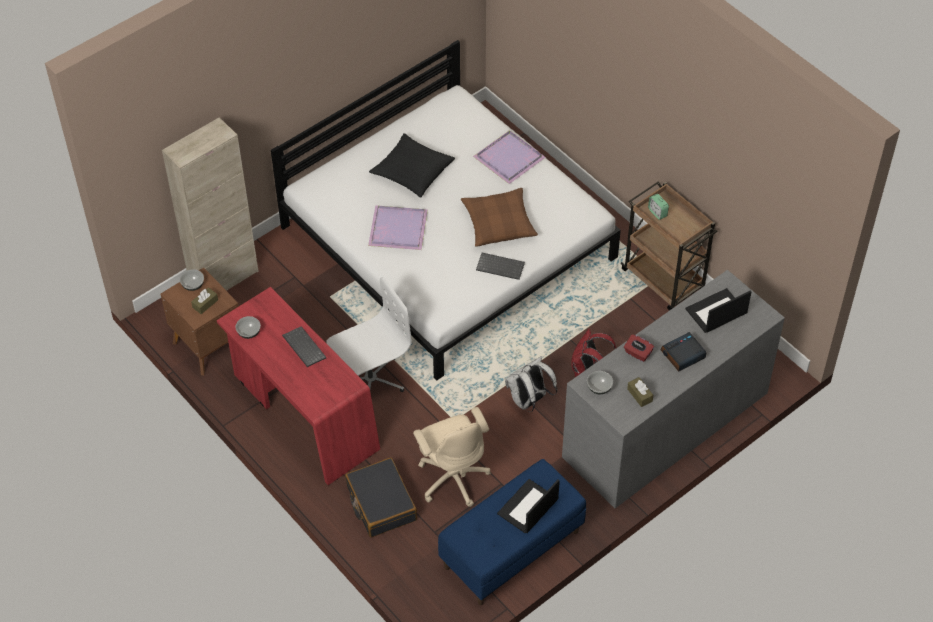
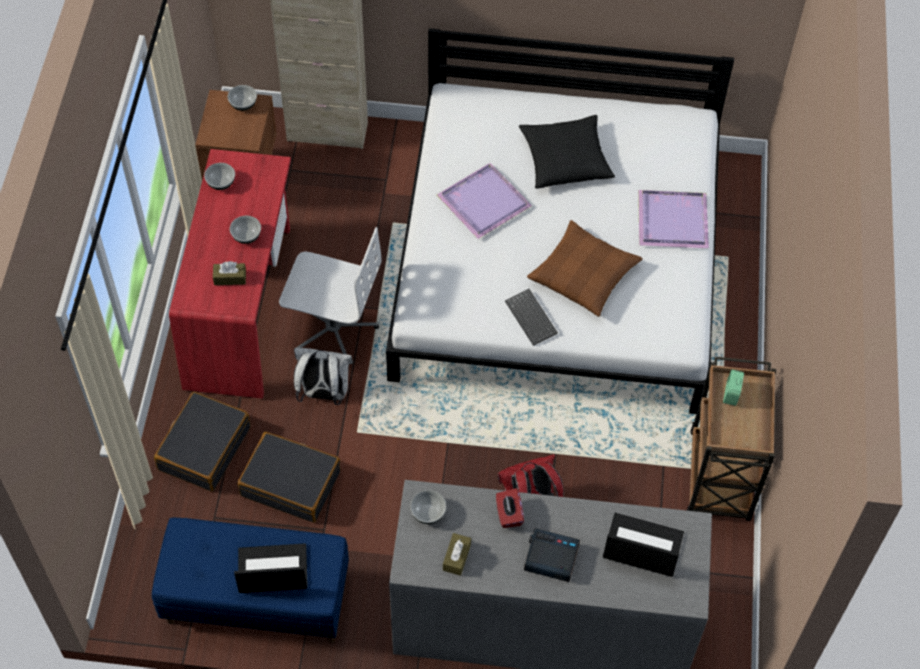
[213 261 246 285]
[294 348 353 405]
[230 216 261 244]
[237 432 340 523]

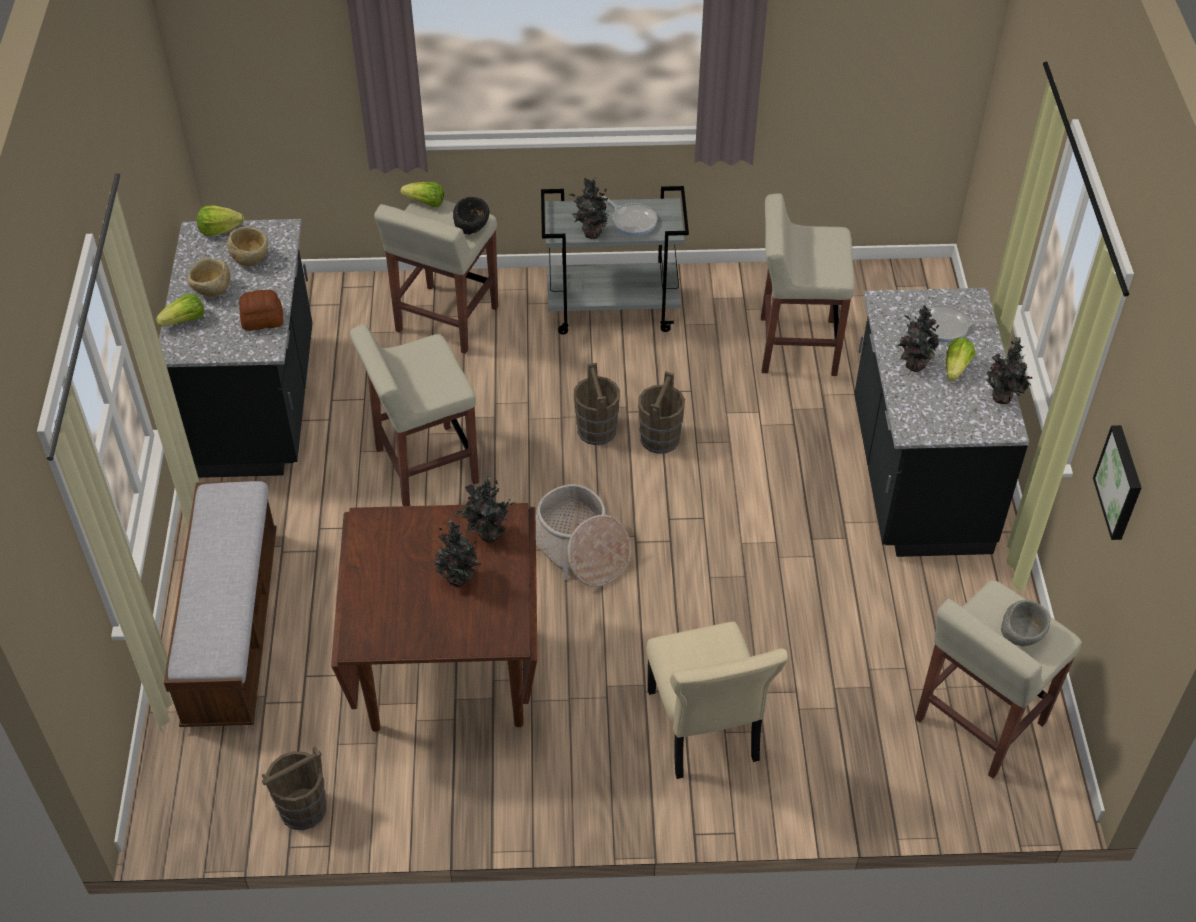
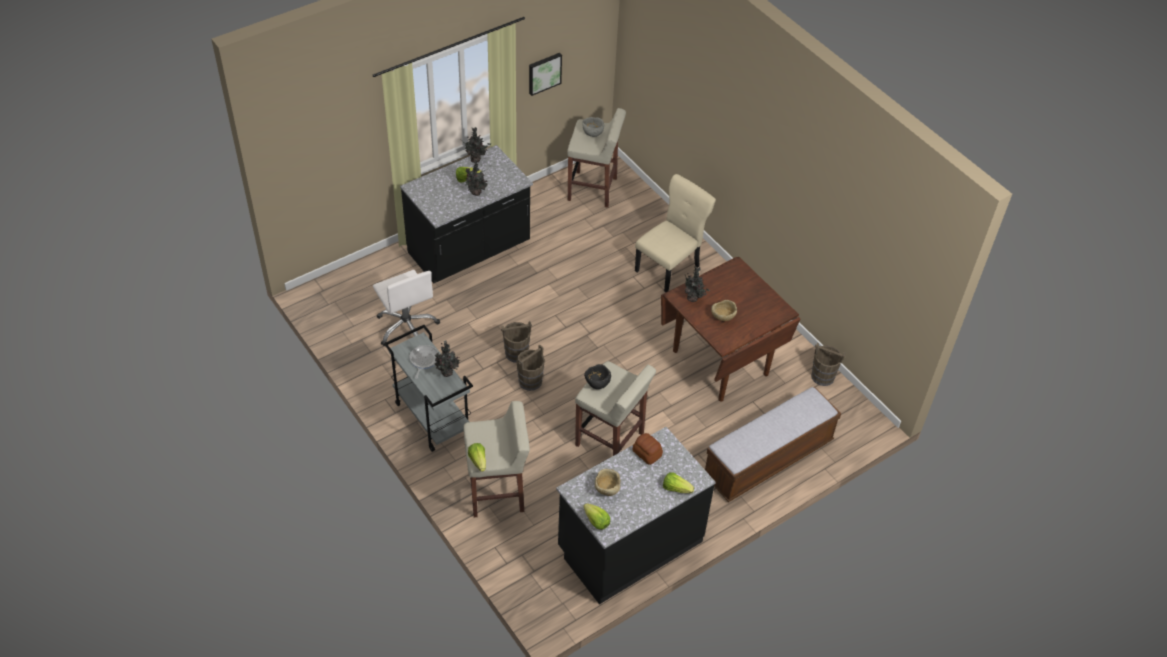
[434 519 481 587] (first image)
[536 484 631 587] (first image)
[920 305 995 342] (first image)
[711 300 737 321]
[584 364 611 389]
[373 270 440 346]

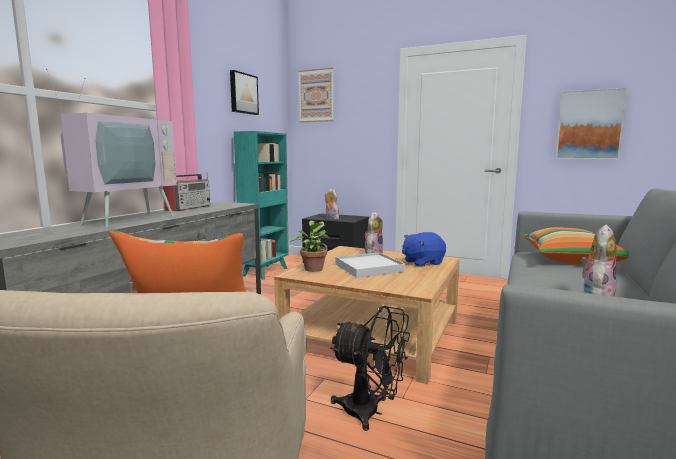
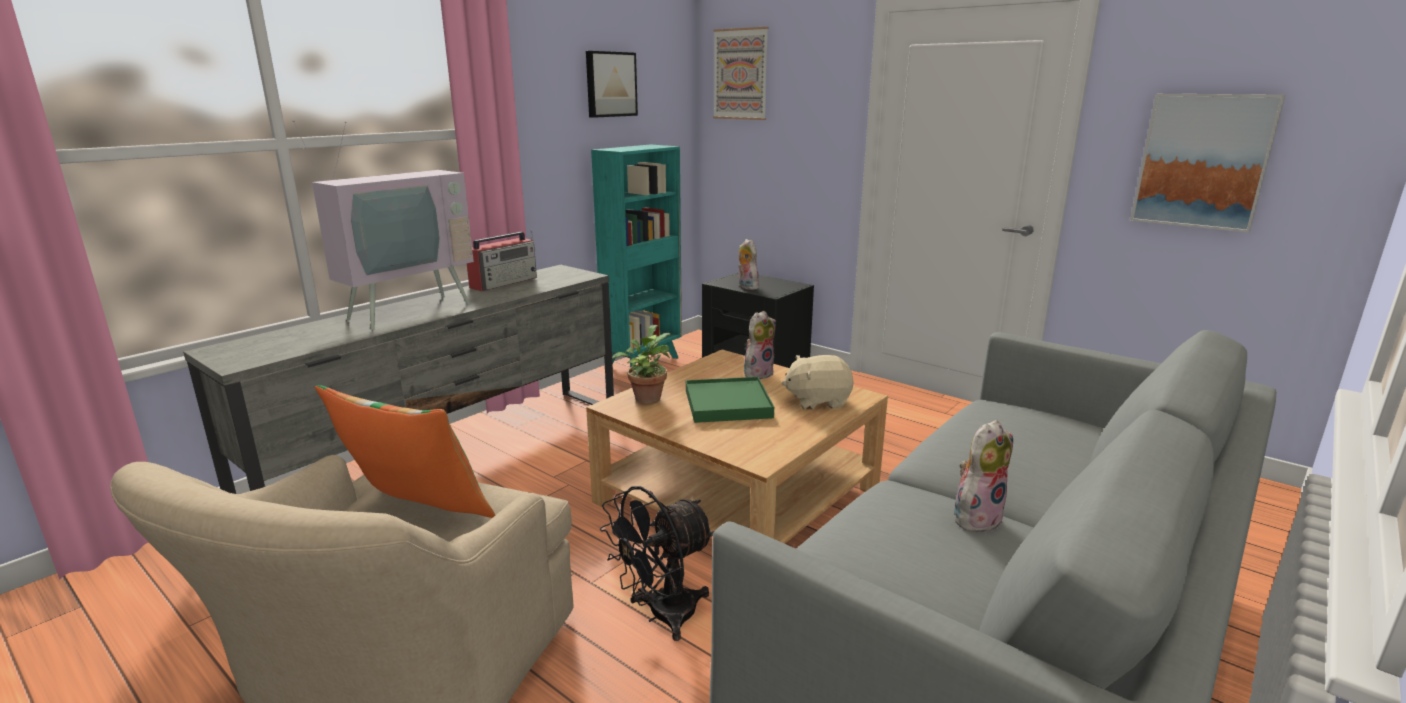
[523 227 629 264] (first image)
[686 377 774 423]
[782 355 854 410]
[600 486 714 641]

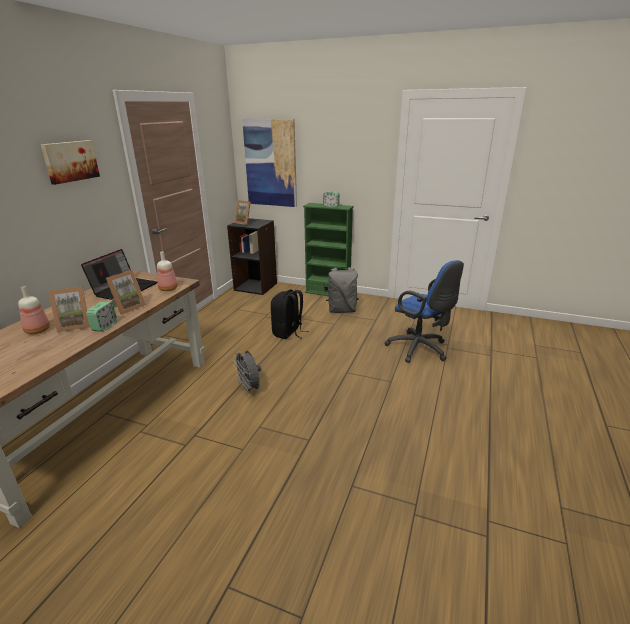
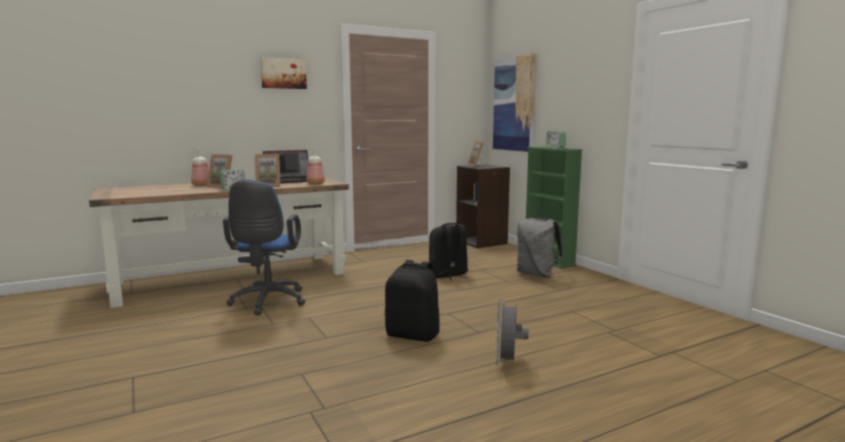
[384 260 440 342]
[496 299 529 366]
[223 179 306 315]

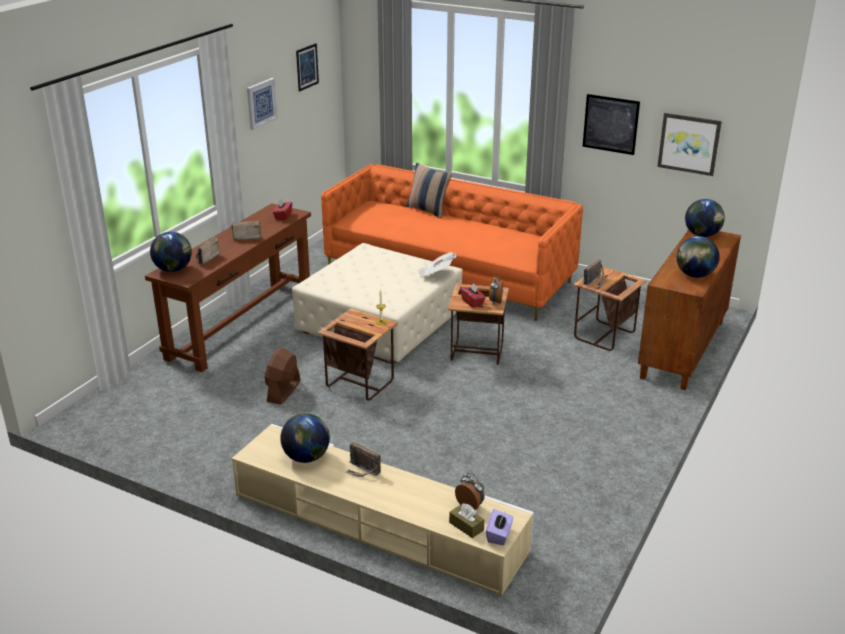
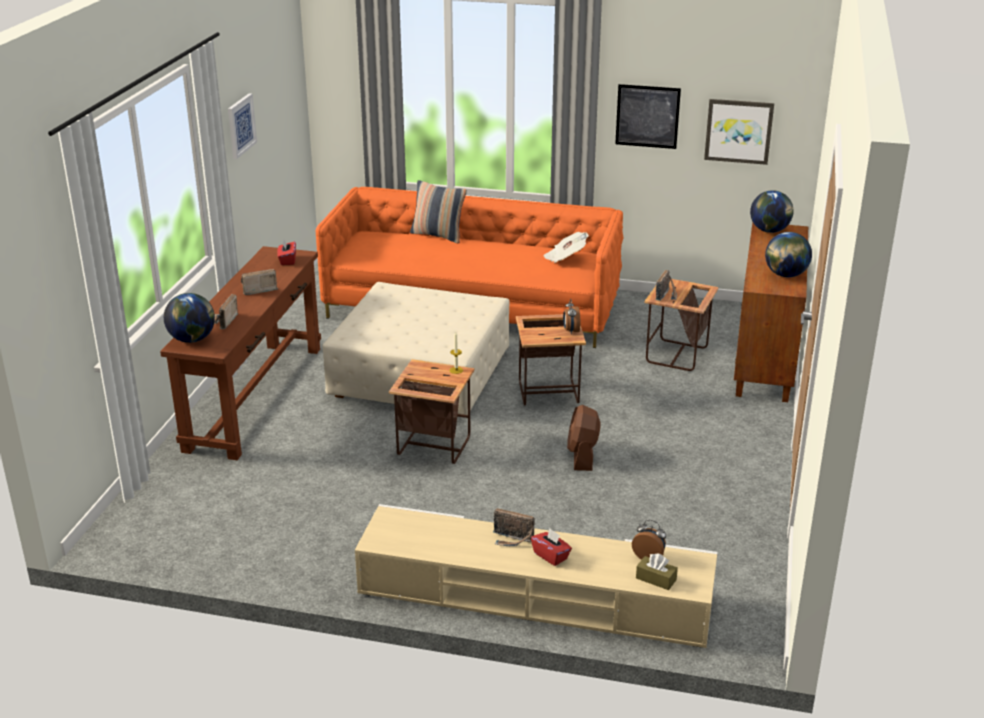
[280 413 330 463] (first image)
[296 43 319 92] (first image)
[486 509 513 545] (first image)
[567 405 601 471]
[543 232 589 263]
[531 528 572 566]

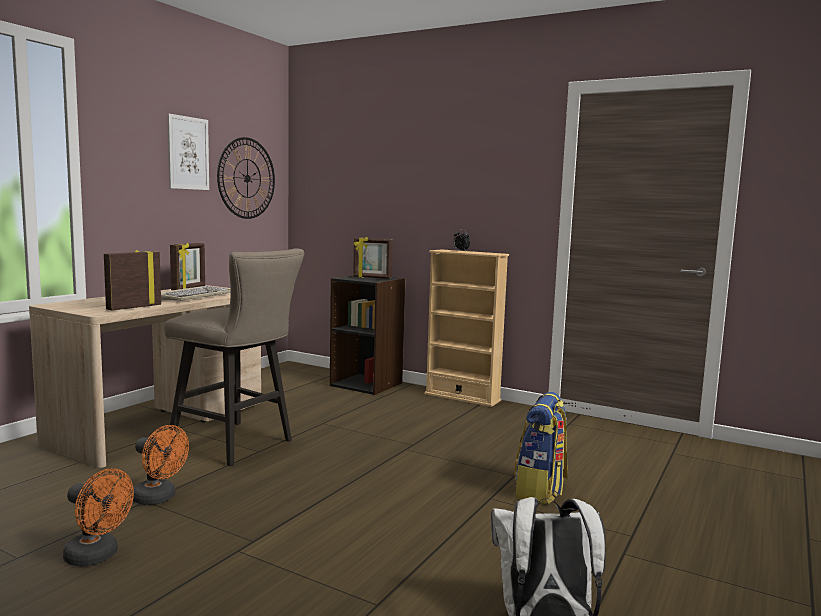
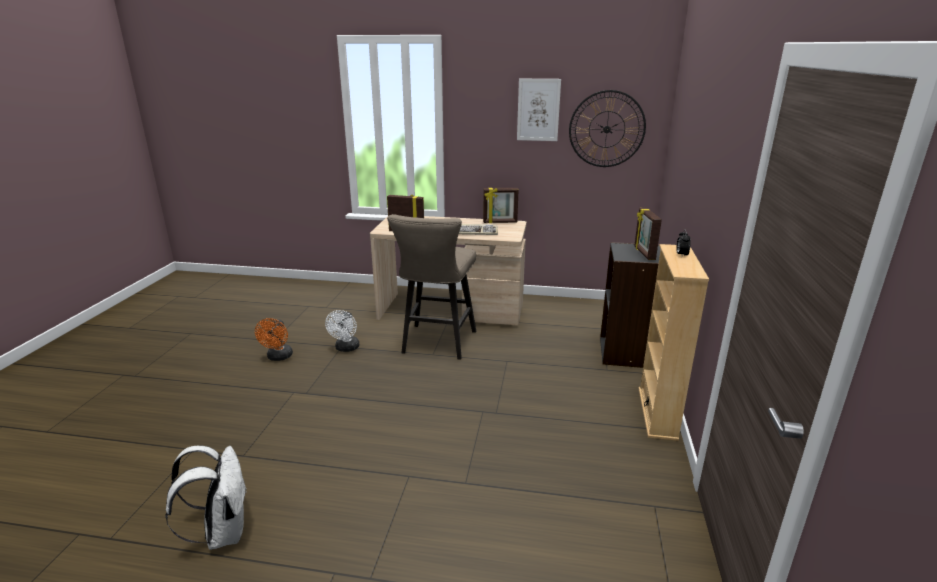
[514 392 568 504] (first image)
[325 310 359 352]

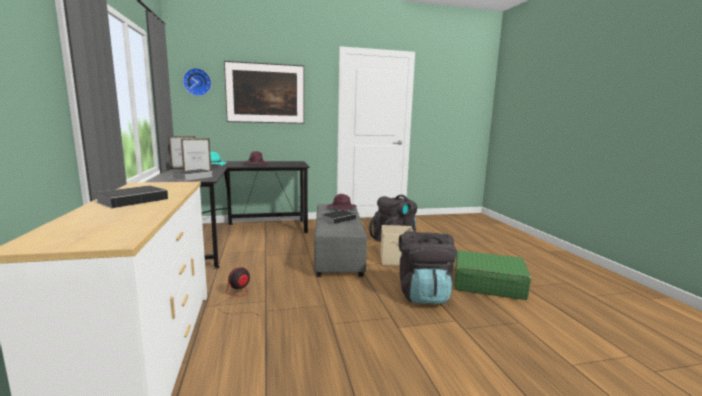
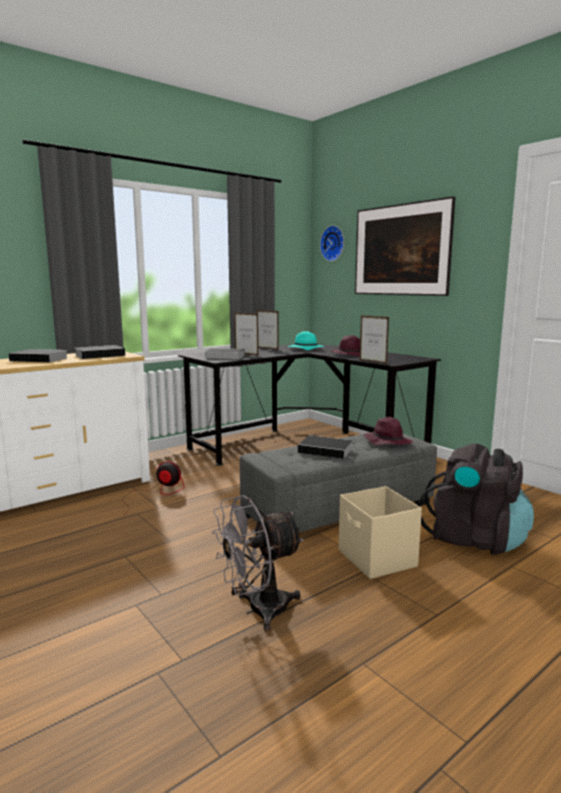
[454 250 531 300] (first image)
[75 345 132 359]
[359 315 389 364]
[212 495 304 631]

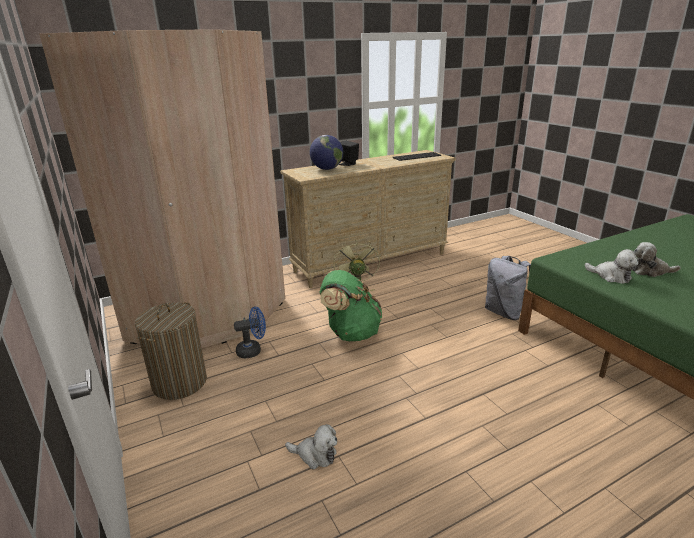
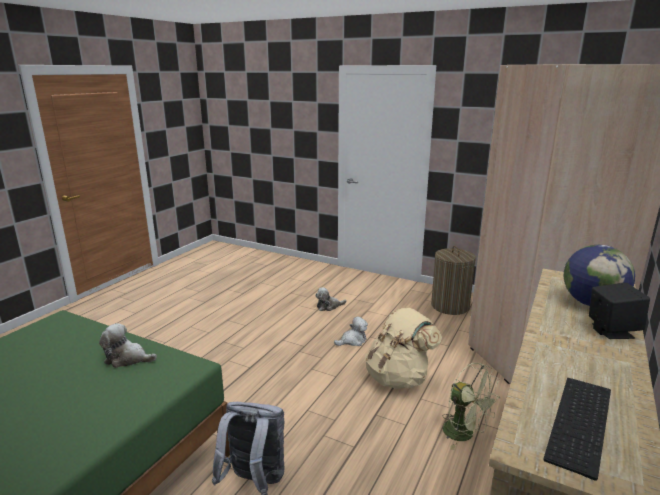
[234 307 266 359] (first image)
[334 316 368 346]
[365 308 442 389]

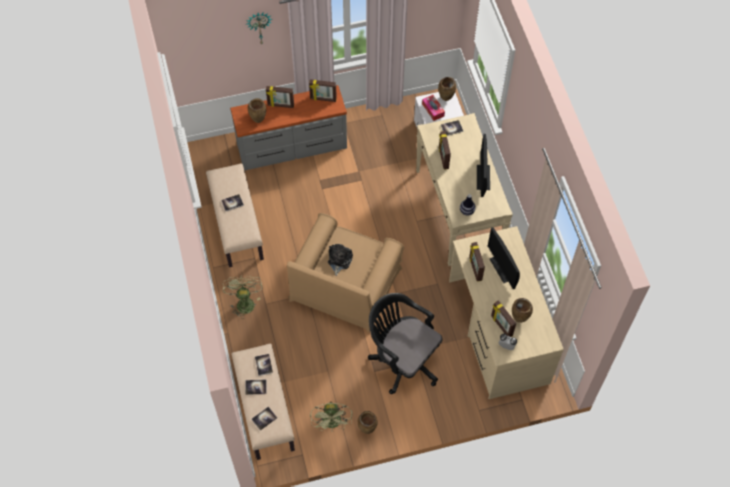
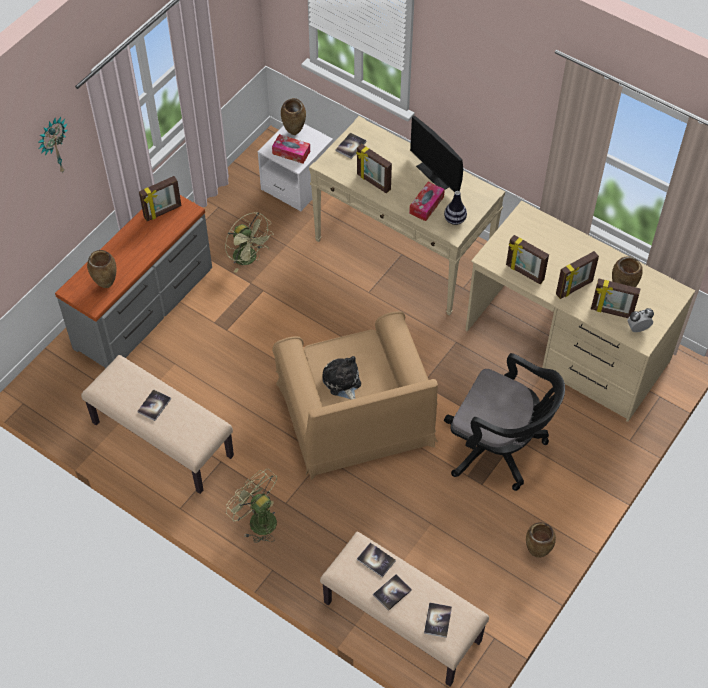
[488 227 520 289] (first image)
[409 182 445 221]
[556 251 599 299]
[225 212 274 273]
[444 353 565 491]

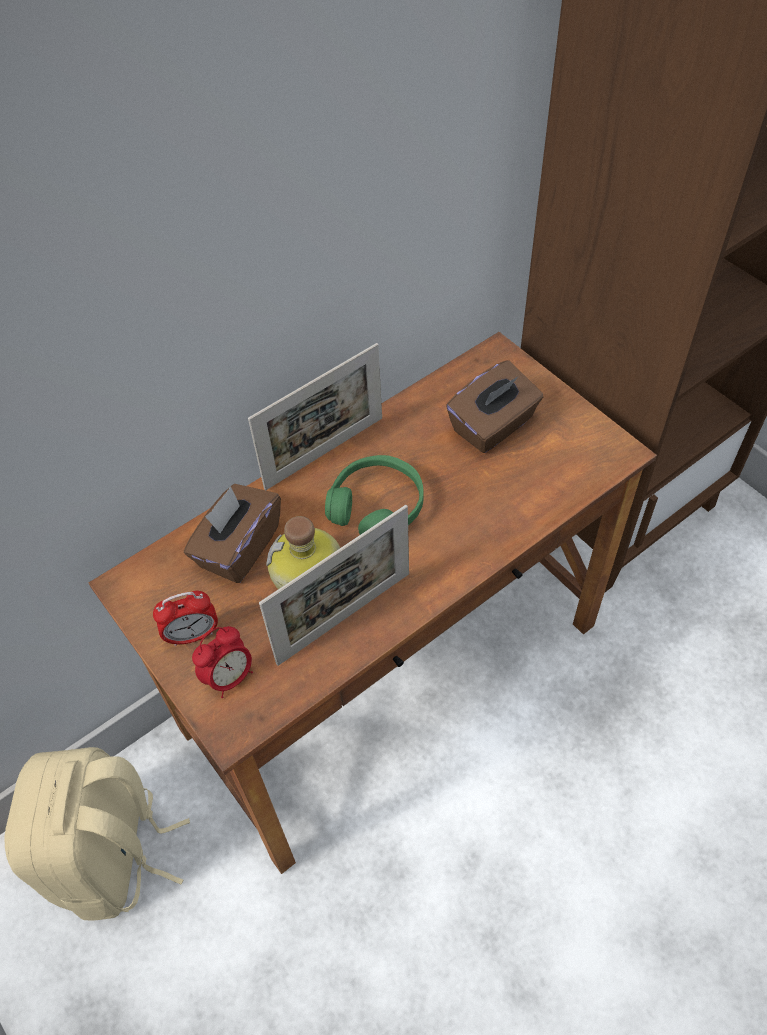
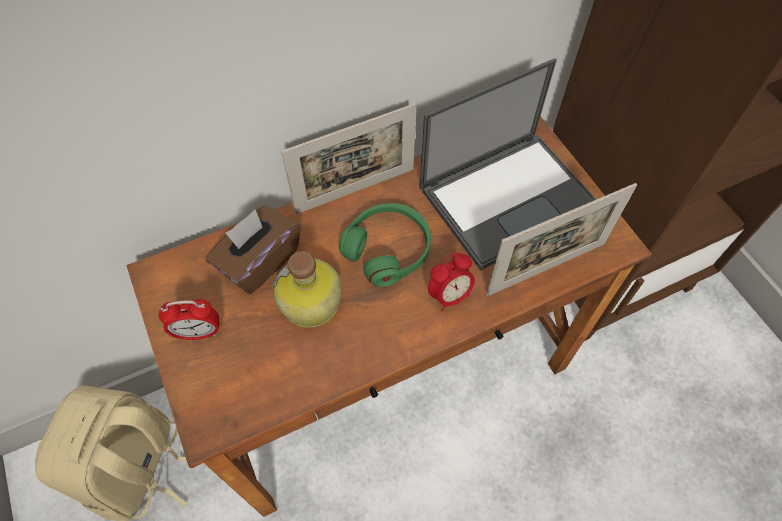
[428 253 475 312]
[486 183 637 296]
[420 58 596 271]

